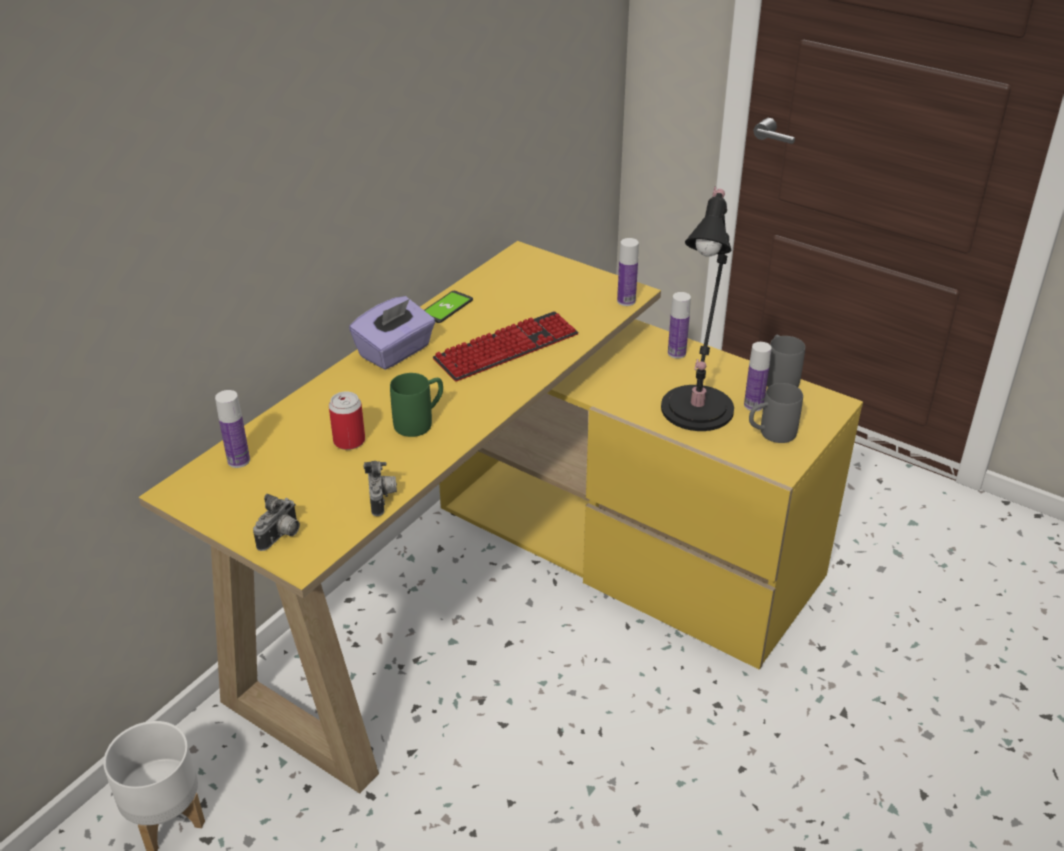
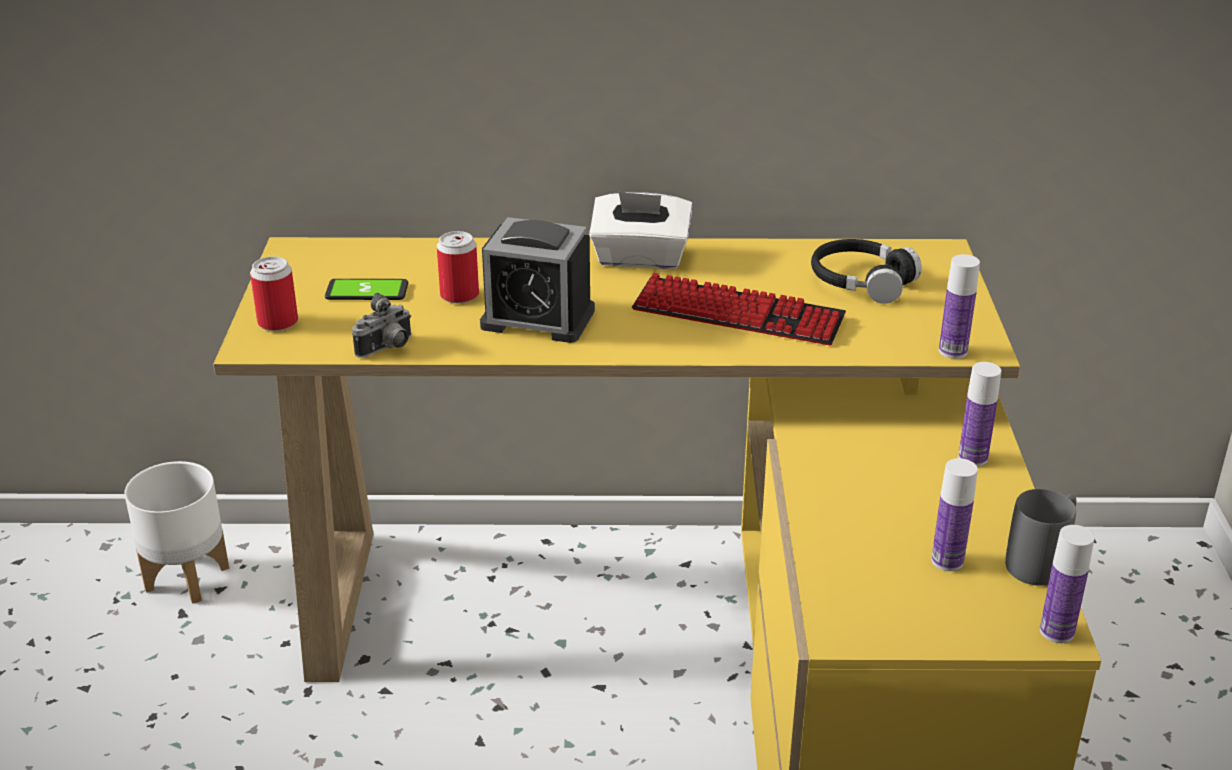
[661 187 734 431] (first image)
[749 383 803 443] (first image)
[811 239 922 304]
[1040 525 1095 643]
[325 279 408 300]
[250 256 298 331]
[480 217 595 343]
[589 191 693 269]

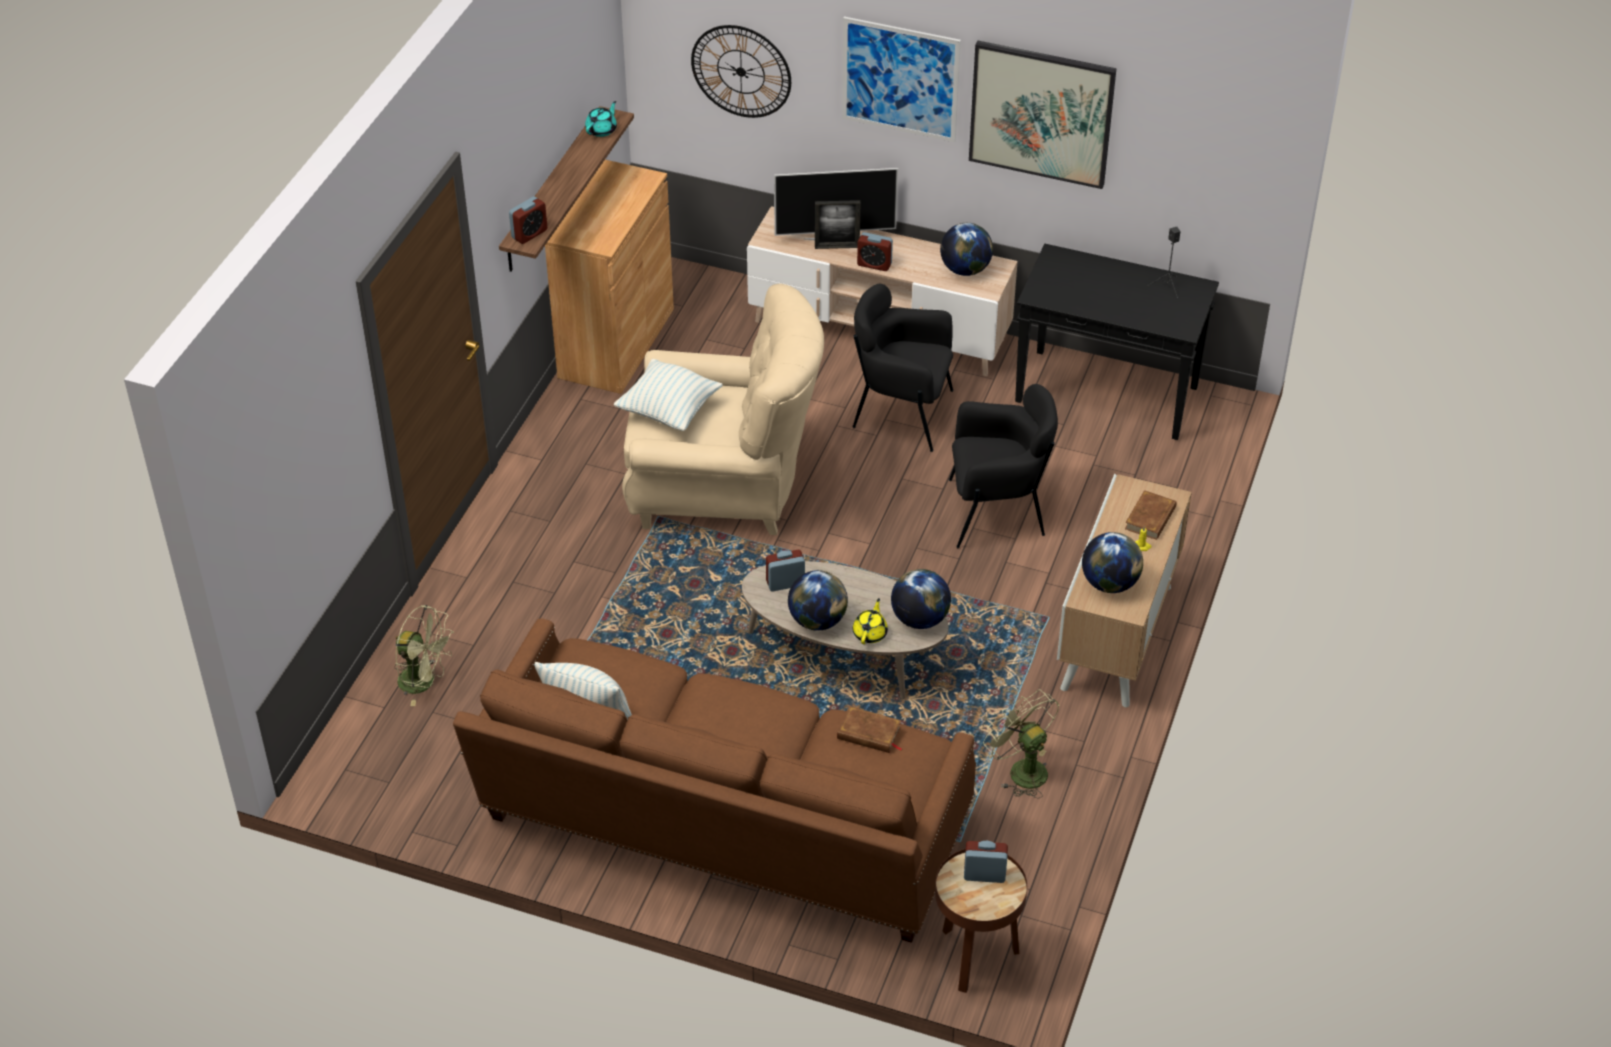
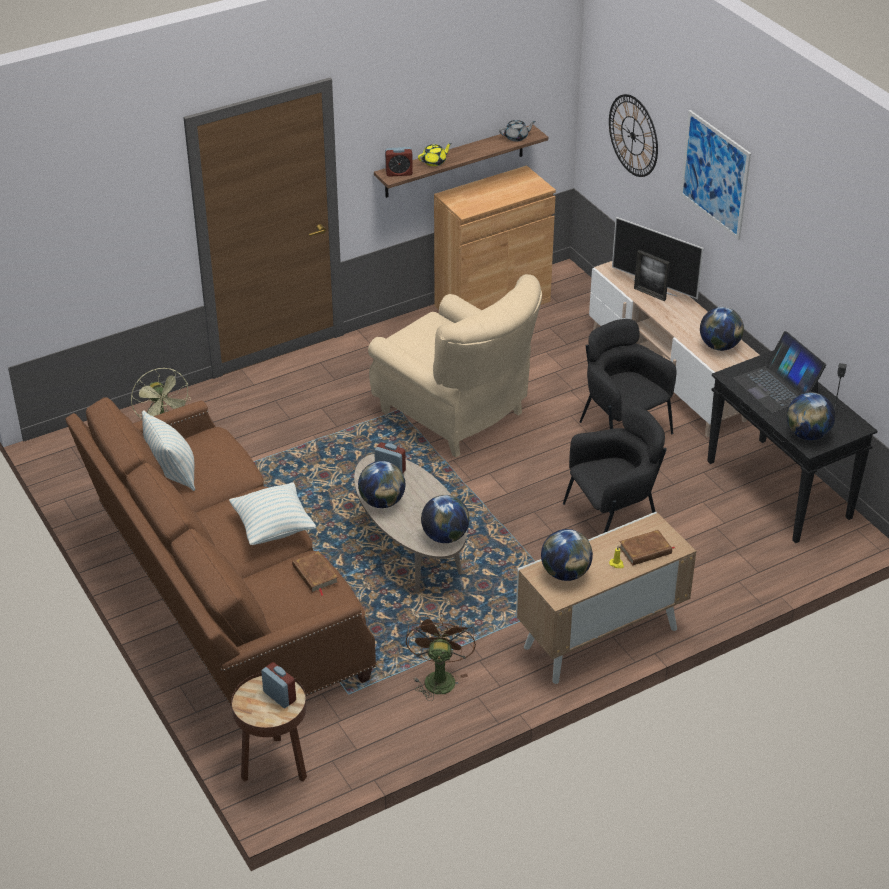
[857 232 893 271] (first image)
[969 41 1117 189] (first image)
[733 331 826 413]
[787 392 835 440]
[229 482 316 545]
[418 143 452 166]
[499 120 536 142]
[406 613 476 701]
[563 406 667 533]

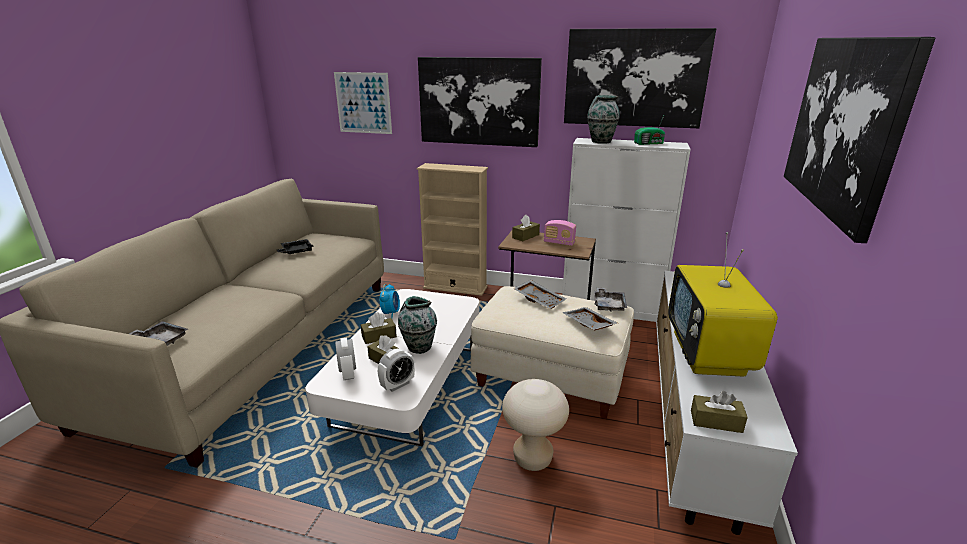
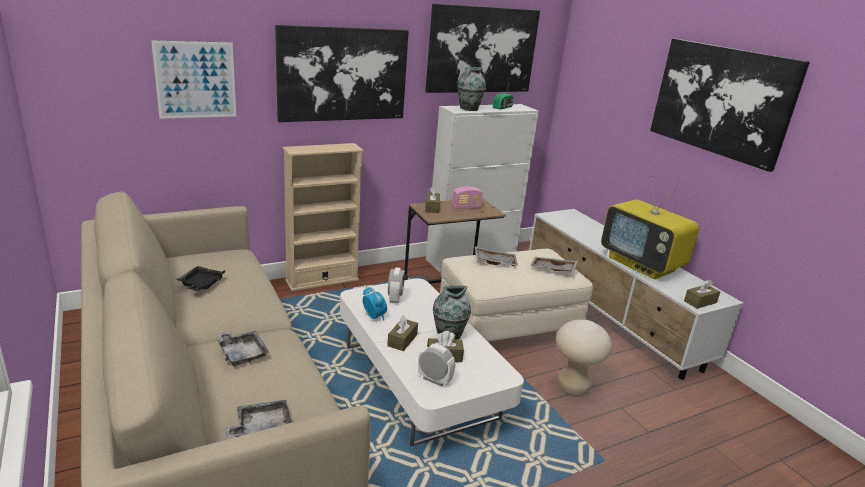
[388 267 405 303]
[217 331 269 366]

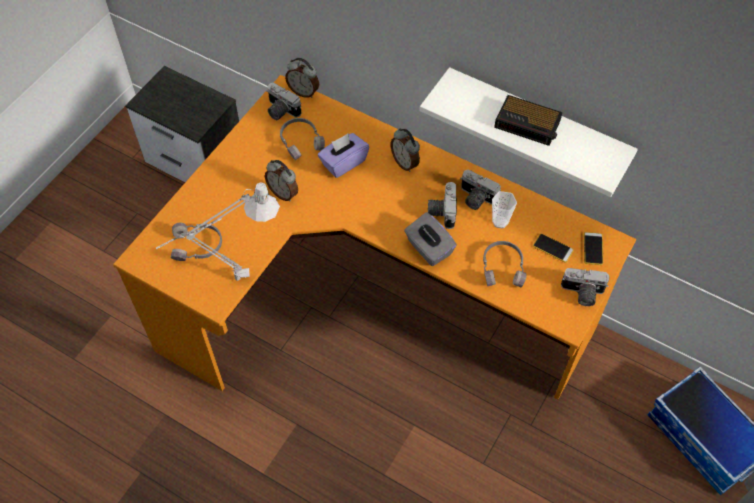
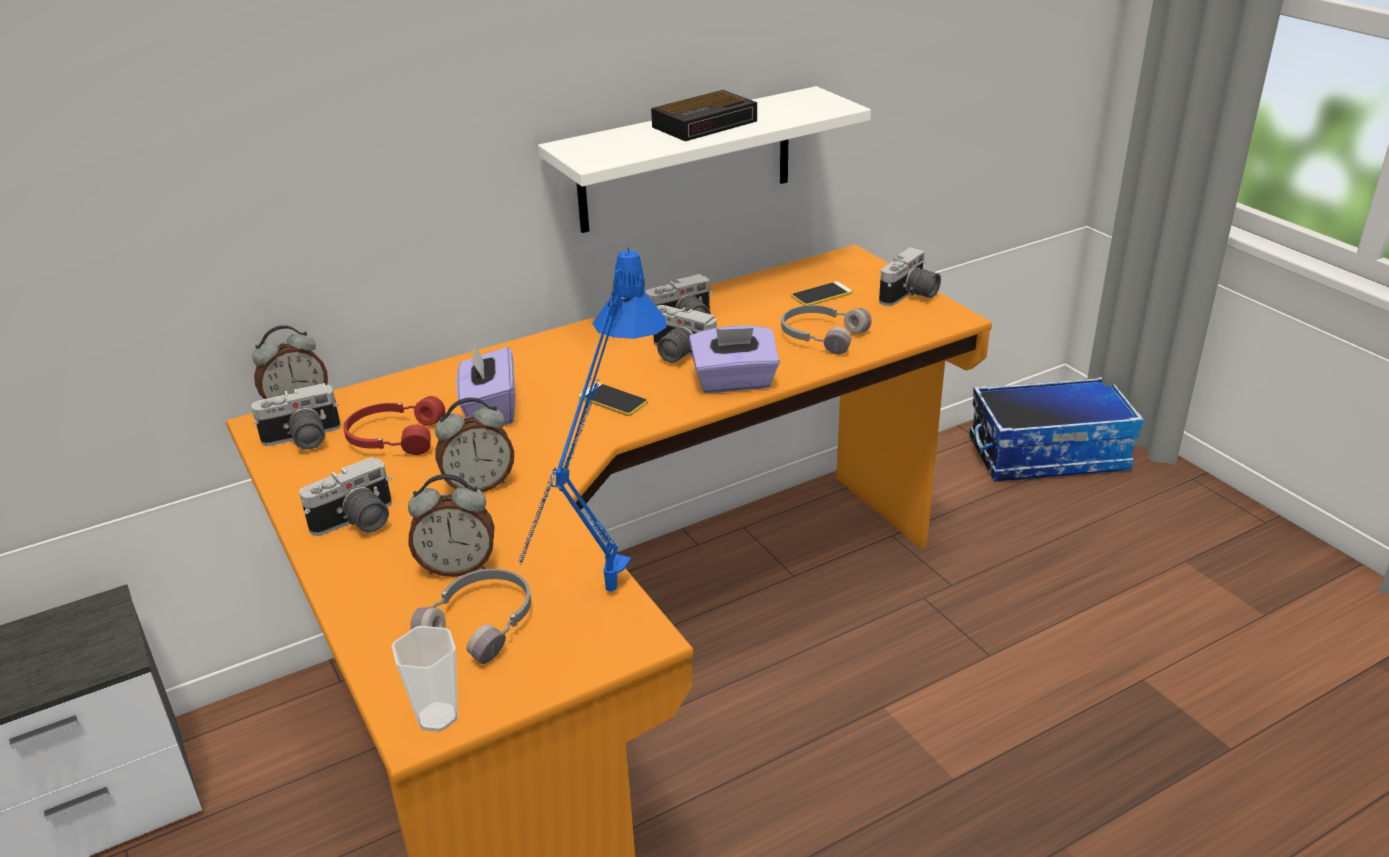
[299 457 392 536]
[408 474 494 577]
[392 626 458 732]
[578 383 648 416]
[519 248 666 592]
[343 396 445 455]
[689 325 780 393]

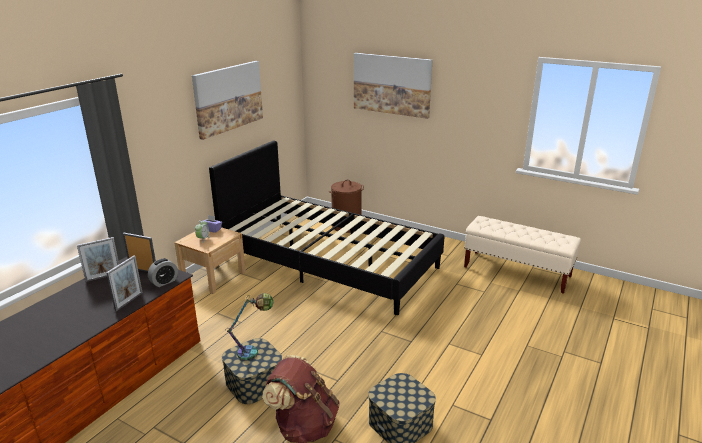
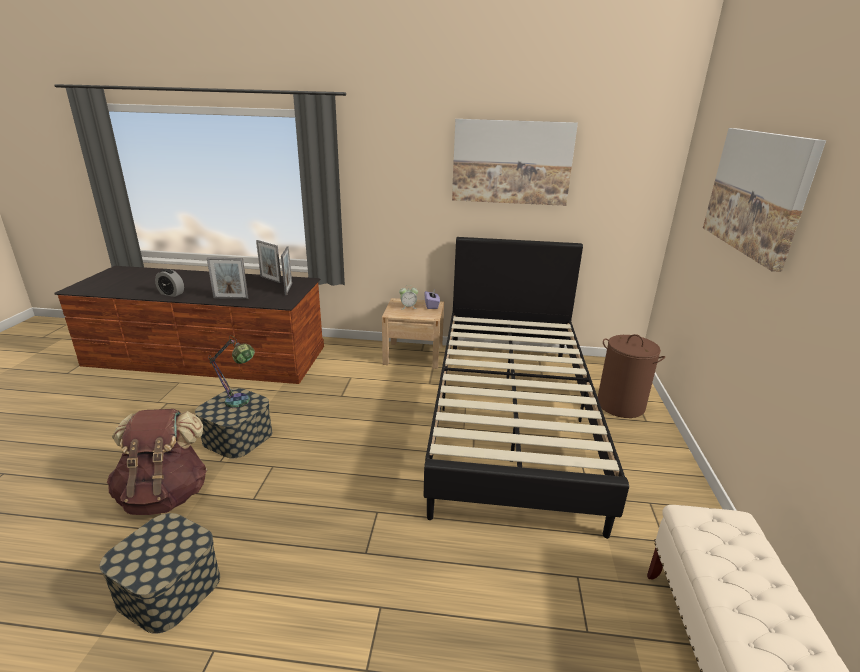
[155 269 184 297]

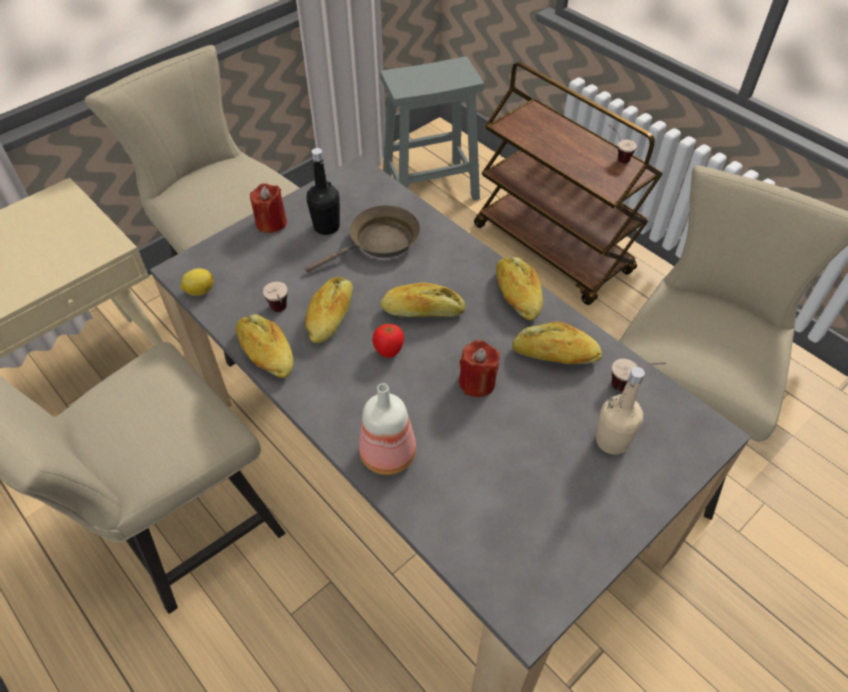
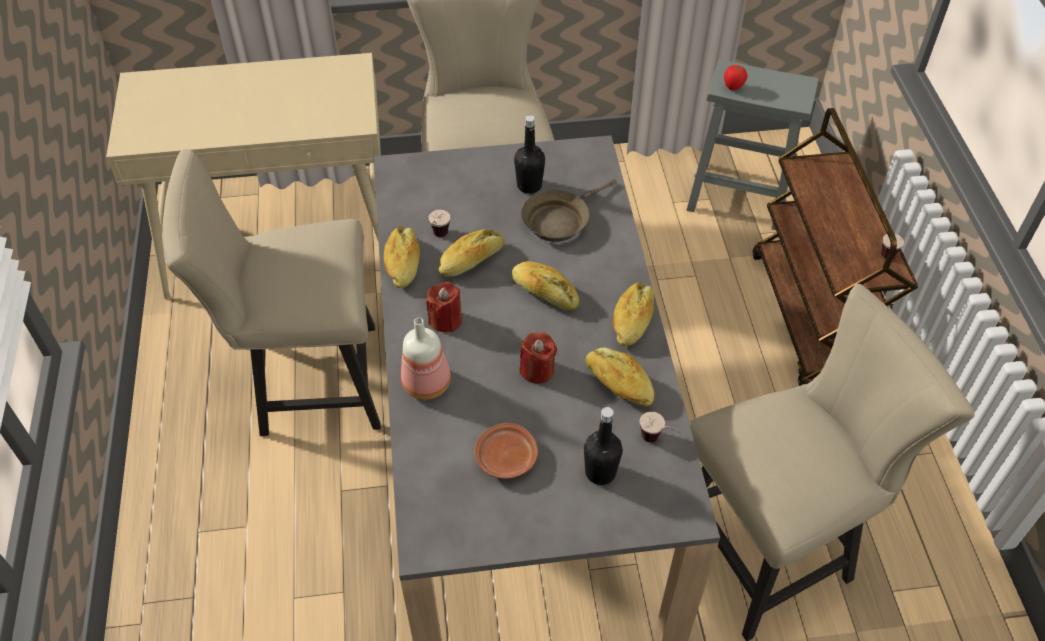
[180 268 213 296] (first image)
[474 423 538 479]
[426 282 462 332]
[724 65 747 91]
[584 407 623 485]
[521 178 617 242]

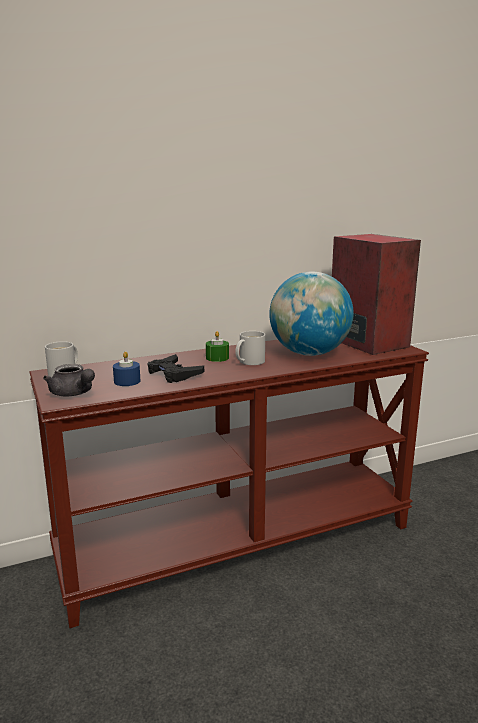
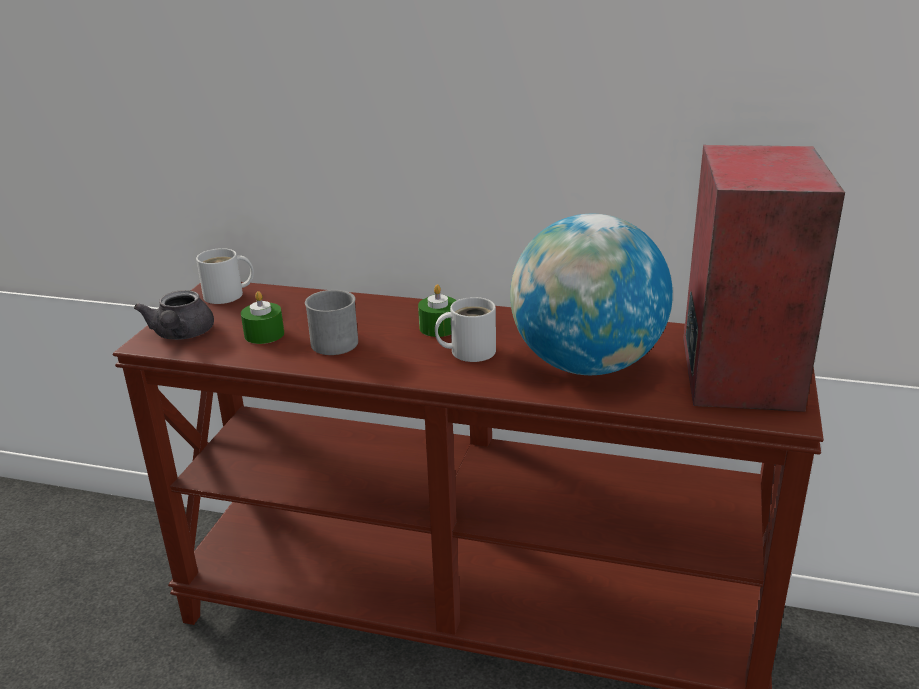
[305 290 358 355]
[241 291 284 344]

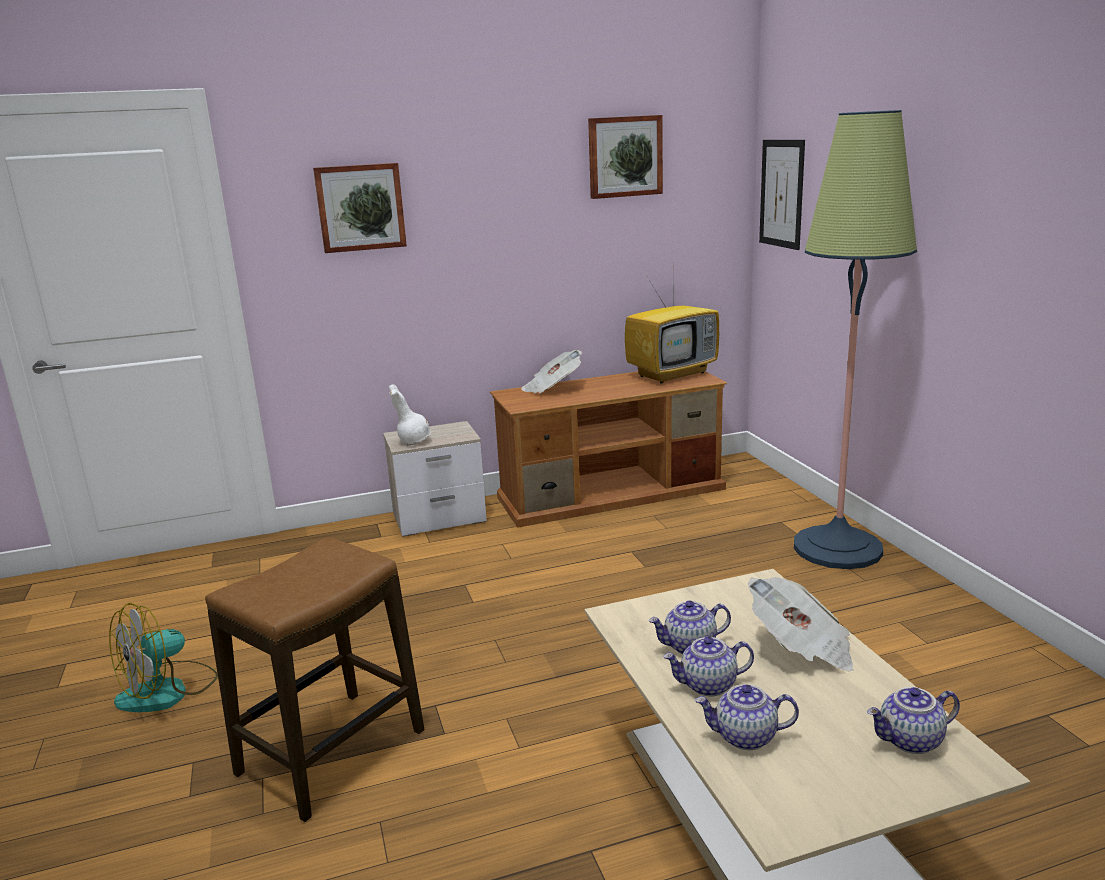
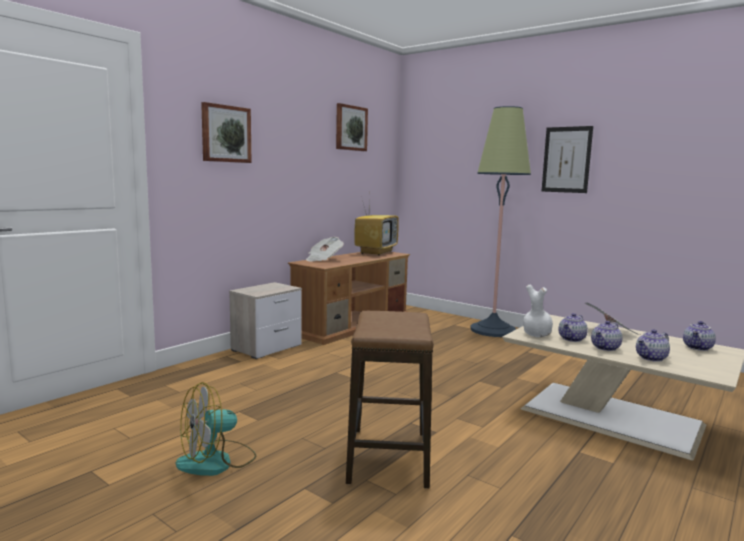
[523 284 553 337]
[542 126 593 193]
[176 382 256 476]

